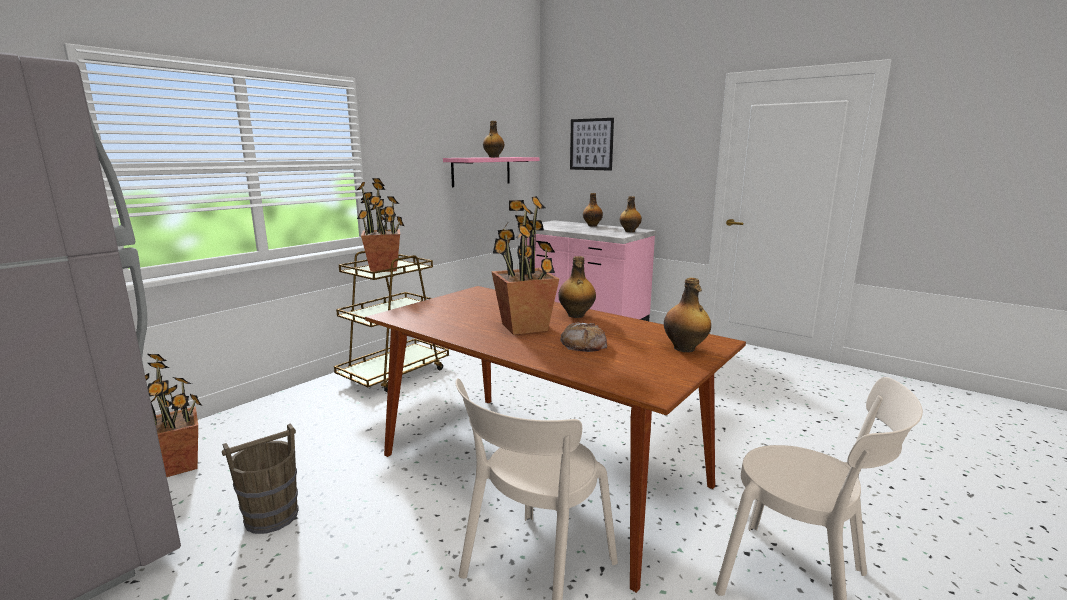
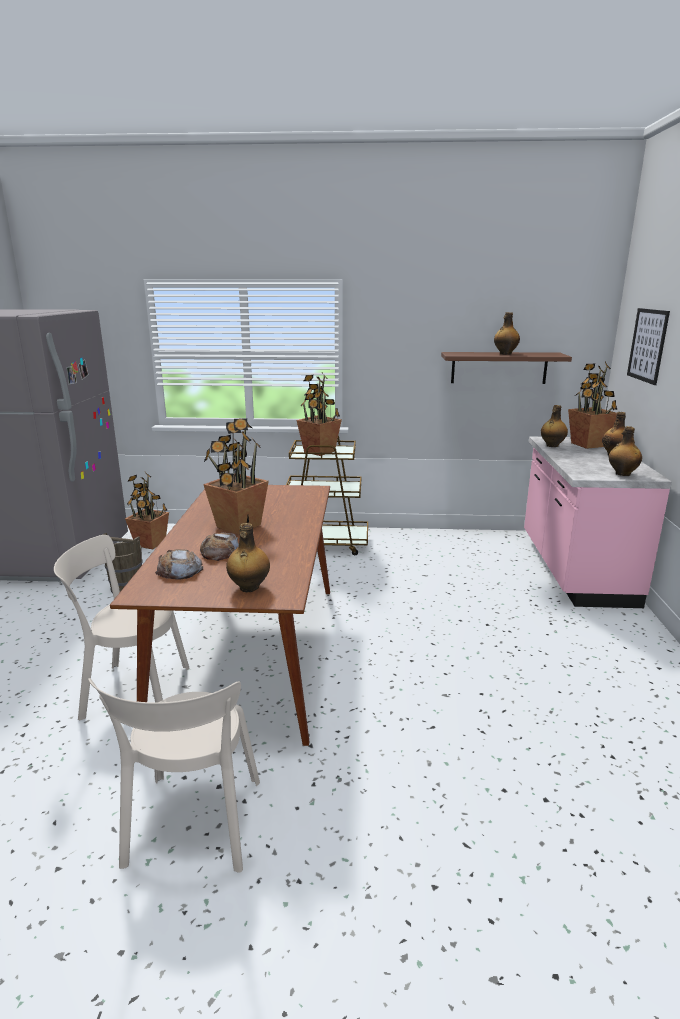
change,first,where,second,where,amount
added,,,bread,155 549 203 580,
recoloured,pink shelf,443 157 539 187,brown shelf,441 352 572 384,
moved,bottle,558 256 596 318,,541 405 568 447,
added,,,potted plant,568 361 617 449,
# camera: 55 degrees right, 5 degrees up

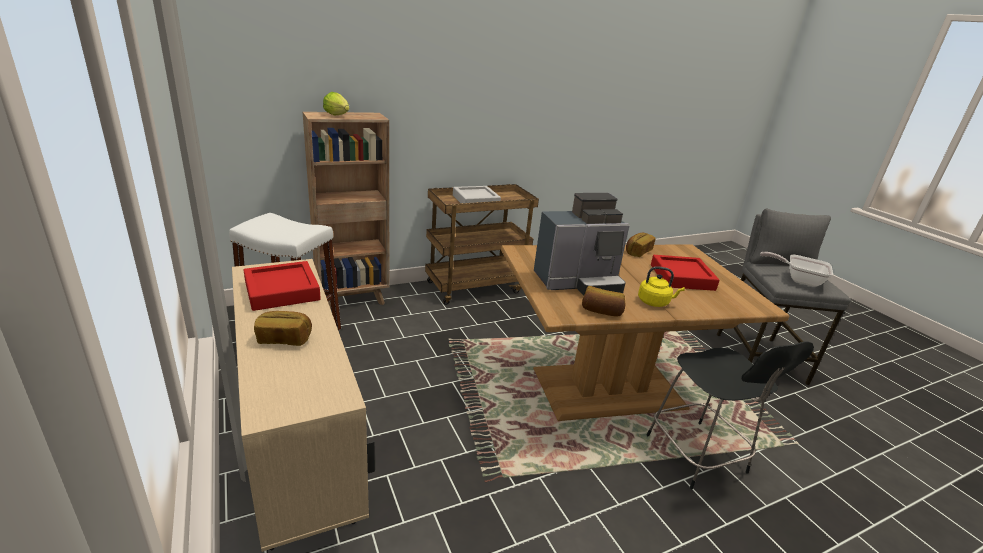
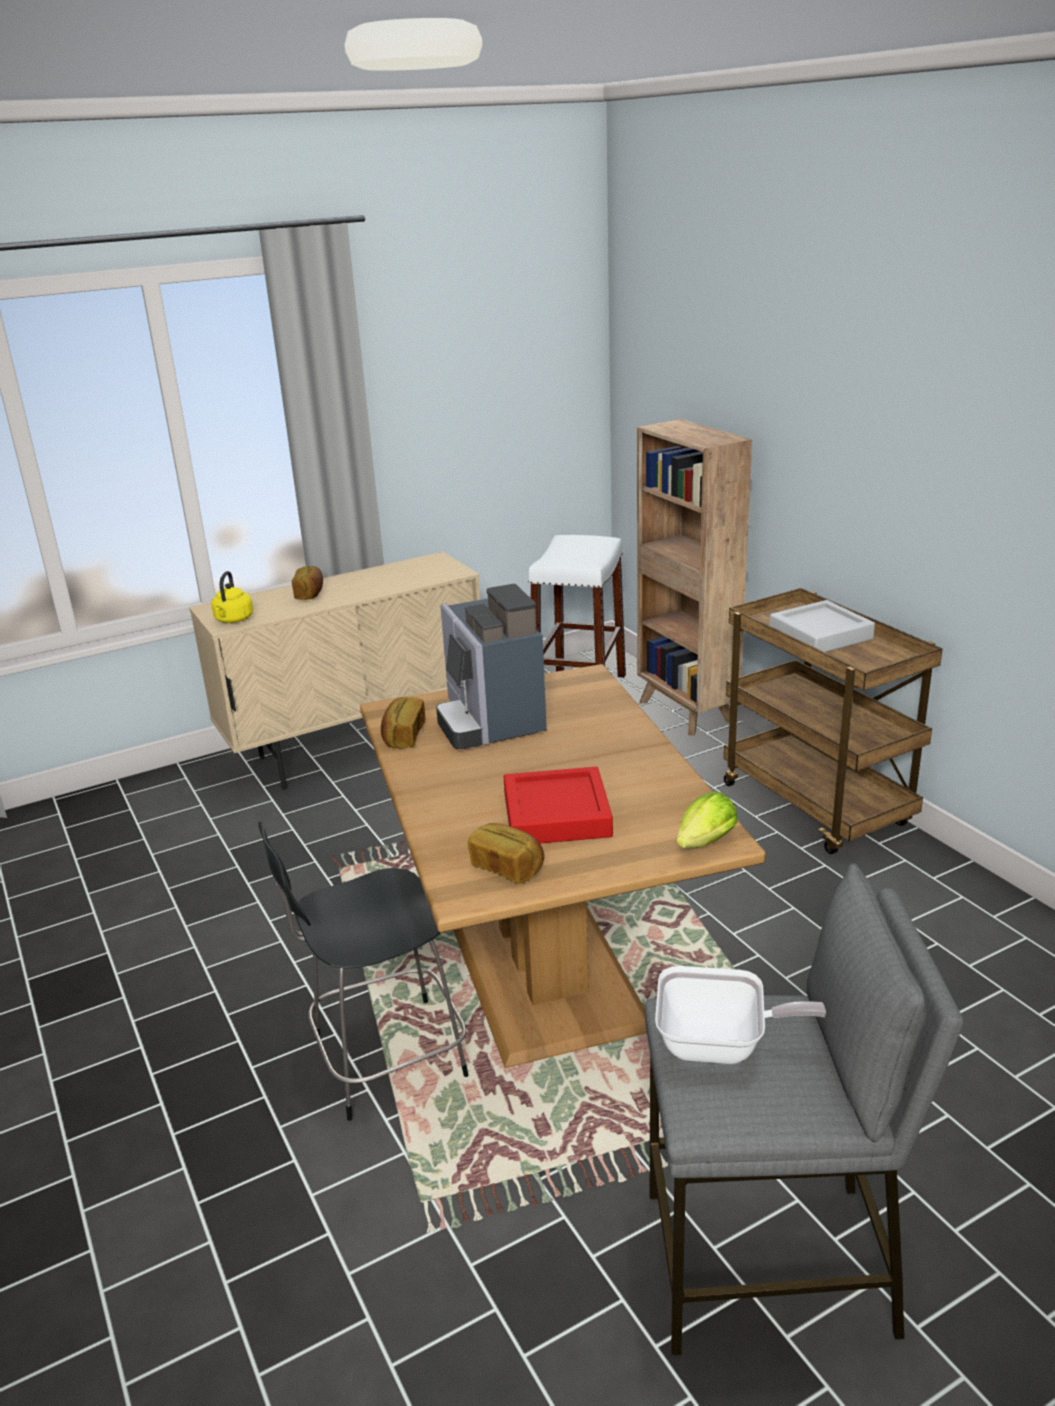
change,first,where,second,where,amount
moved,yellow kettle,638 266 685 307,,211 571 253 623,
moved,bread,626 232 656 257,,468 823 544 883,
turned,frying pan,760 252 833 287,,655 966 826 1064,75 degrees clockwise
moved,lettuce,323 92 349 115,,676 792 737 849,
removed,red tray,244 261 321 311,,,
# camera: 90 degrees right, 0 degrees up

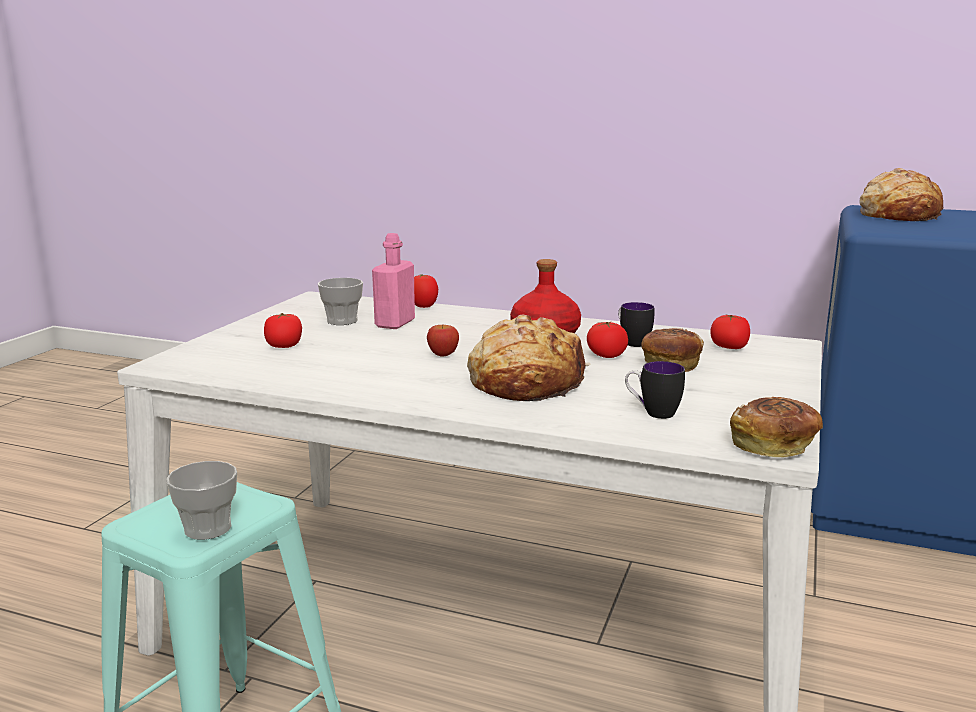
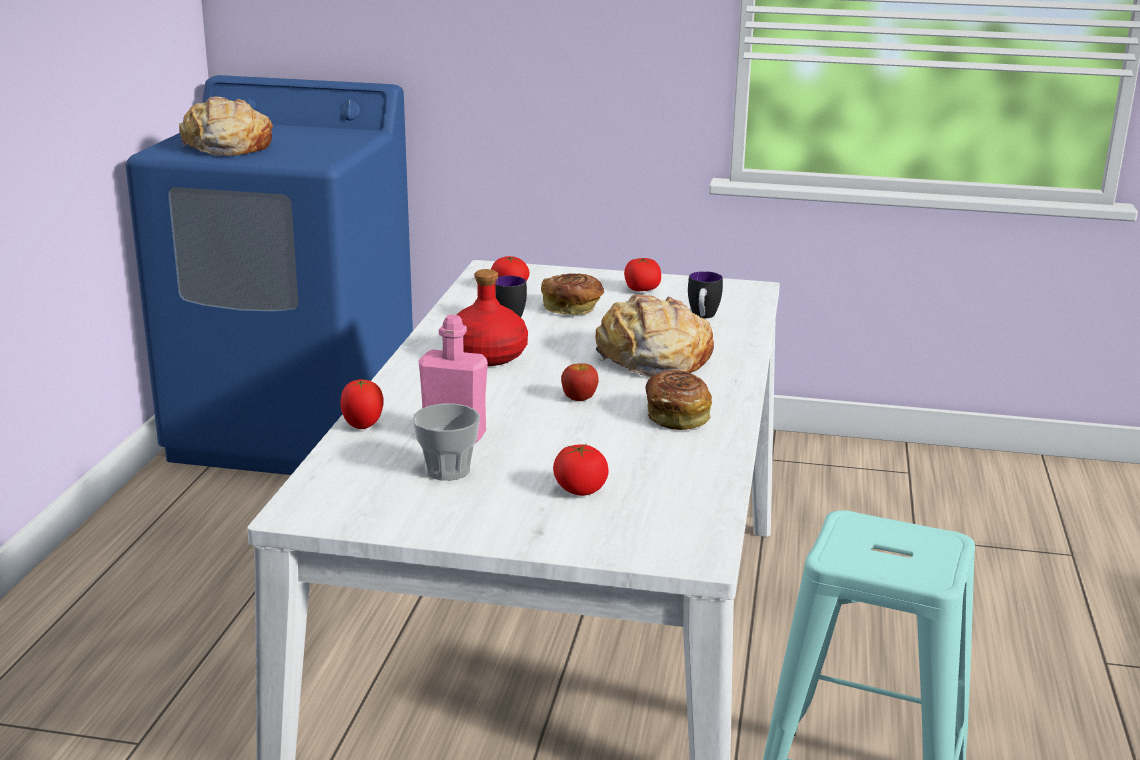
change,first,where,second,where,amount
moved,tomato,587 322 628 358,,624 258 661 291,
moved,bread,730 397 823 458,,645 370 712 430,
removed,cup,166 461 237 540,,,
# camera: 100 degrees left, 5 degrees up

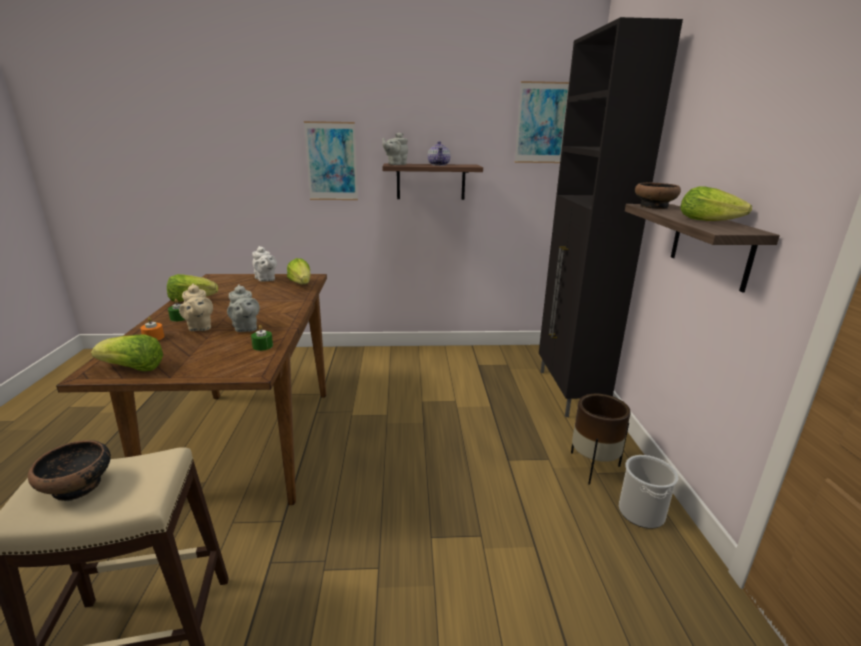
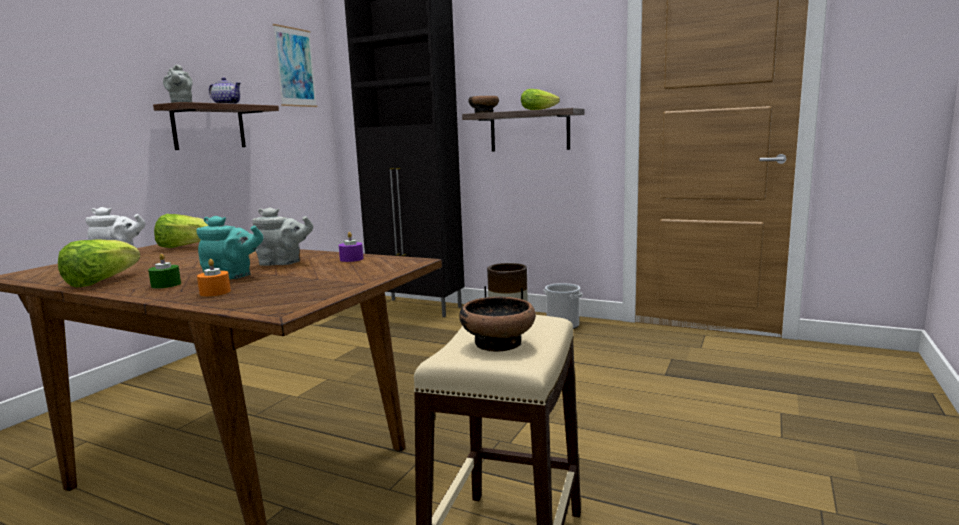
change,first,where,second,where,amount
recoloured,beige teapot,179 284 213 331,turquoise teapot,197 215 264 279,
recoloured,green candle,251 325 273 351,purple candle,339 232 364 262,
removed,lettuce,91 335 163 371,,,
removed,picture,304 121 358 200,,,
# camera: 60 degrees left, 10 degrees down

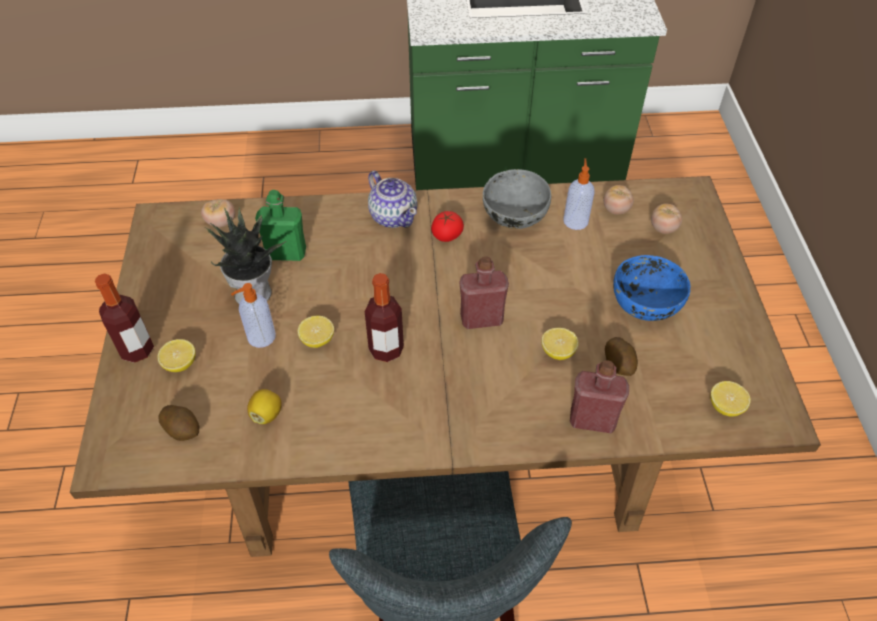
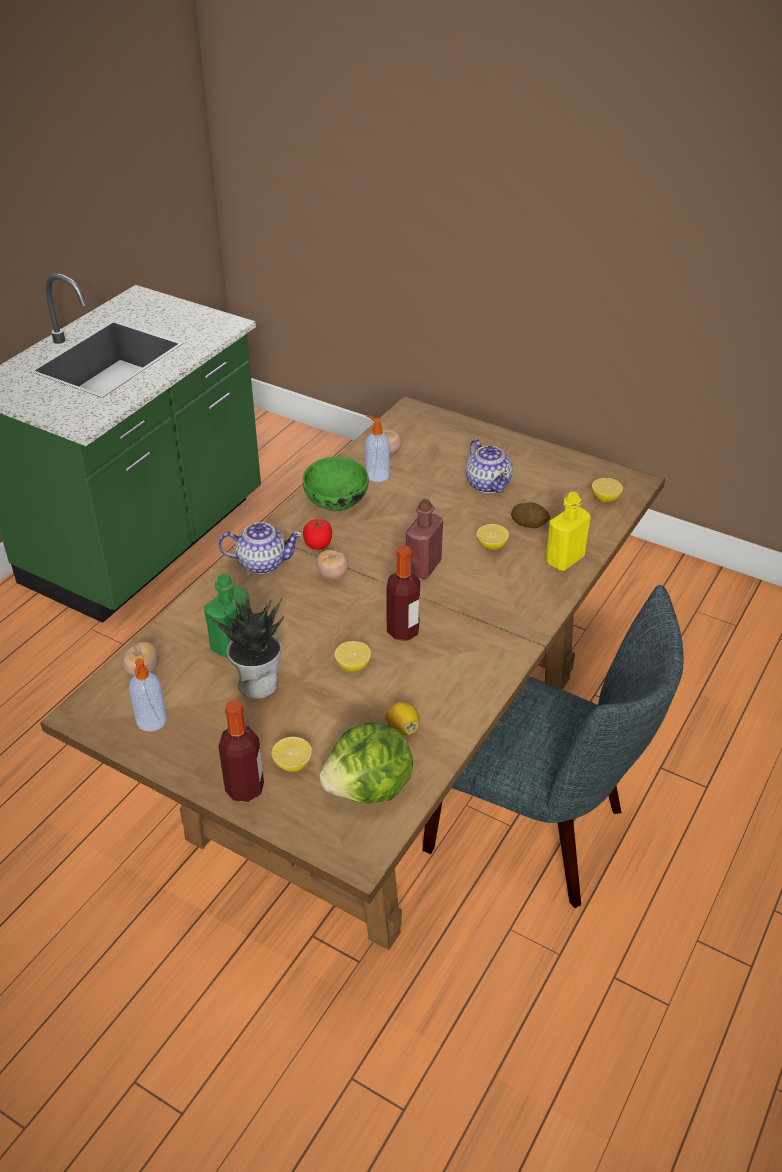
change,first,where,second,where,amount
moved,soap dispenser,231 283 276 348,,129 658 167 732,
recoloured,grey bowl,483 169 551 229,green bowl,303 457 369 511,
moved,tomato,651 203 682 234,,316 550 349 579,
replaced,potato,158 405 199 441,lettuce,319 722 413 803,
replaced,blue bowl,613 255 690 321,teapot,466 439 512 493,
recoloured,red bottle,570 360 629 433,yellow bottle,545 491 591 571,
# camera: 55 degrees left, 10 degrees down

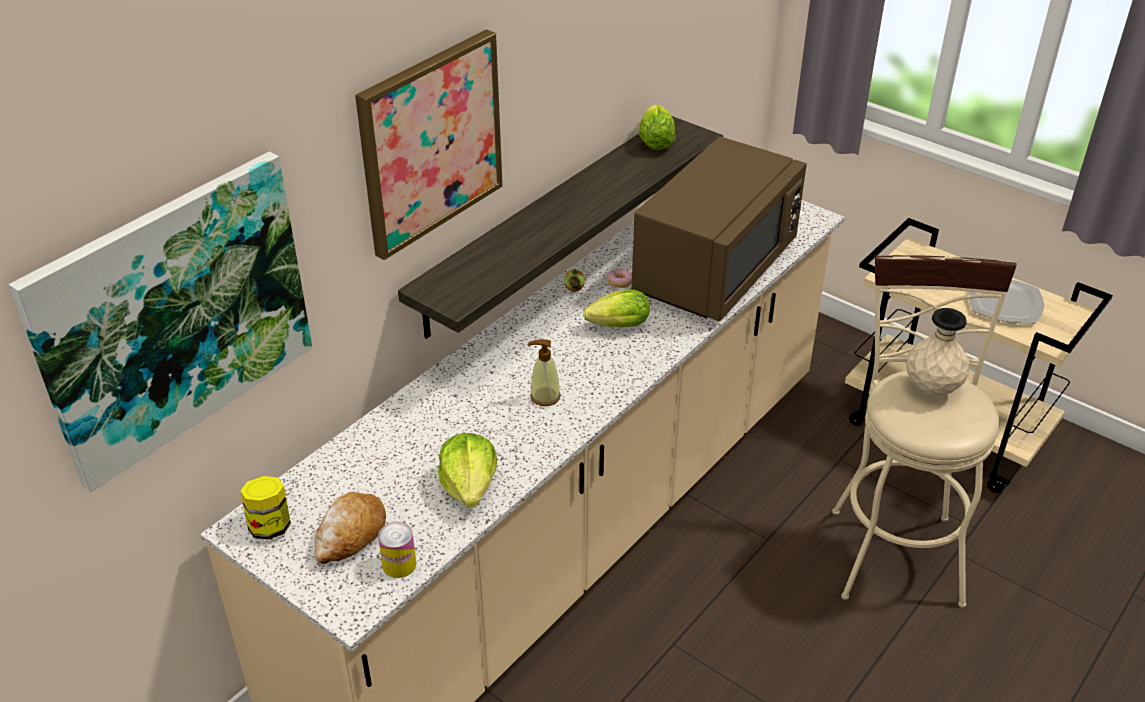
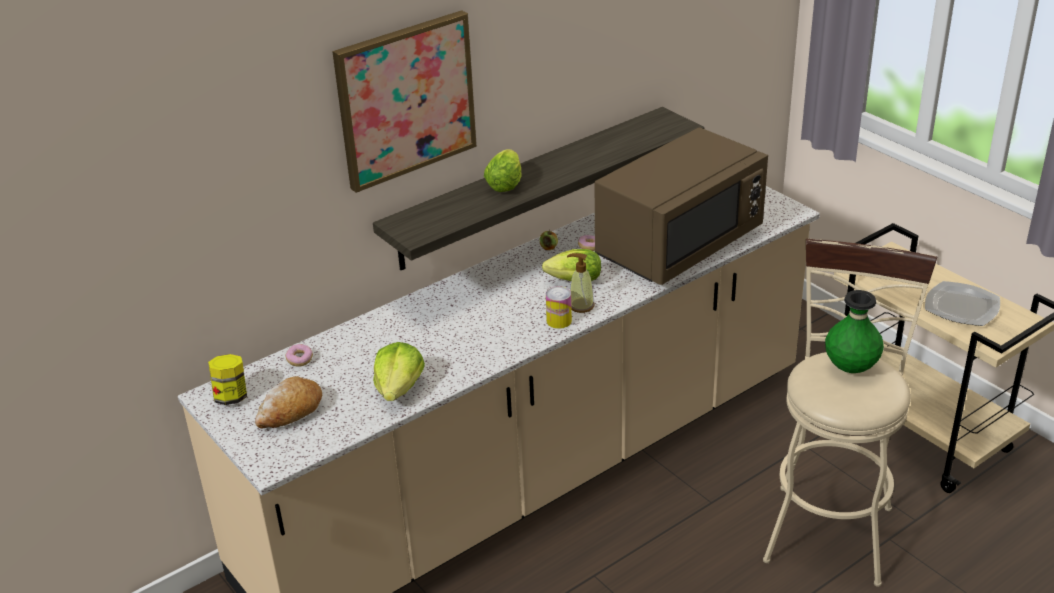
change,first,where,second,where,amount
added,,,donut,285 344 313 367,
moved,lettuce,638 104 675 150,,484 149 521 192,
moved,can,378 522 416 578,,546 286 572 329,
moved,soap dispenser,528 339 561 406,,567 253 594 313,
recoloured,beige vase,906 308 970 396,green vase,825 290 884 373,
removed,picture,9 152 313 492,,,
# camera: 15 degrees right, 5 degrees down

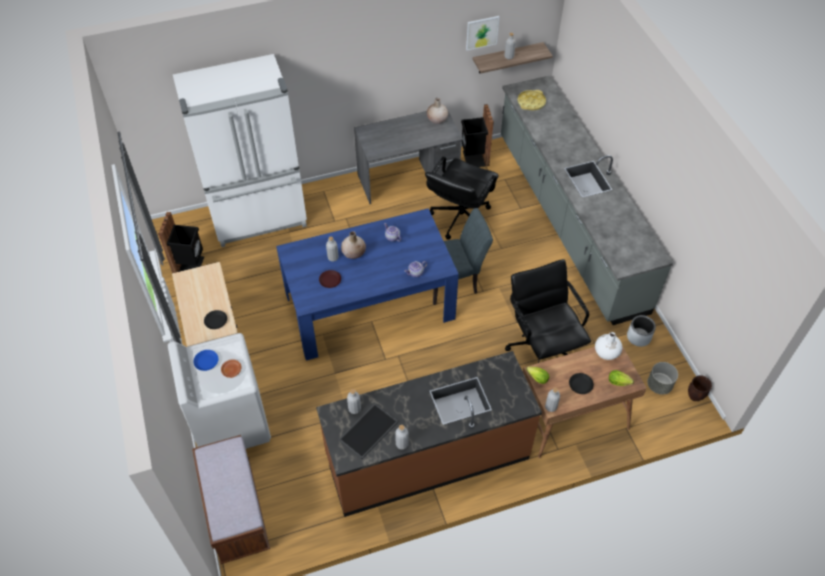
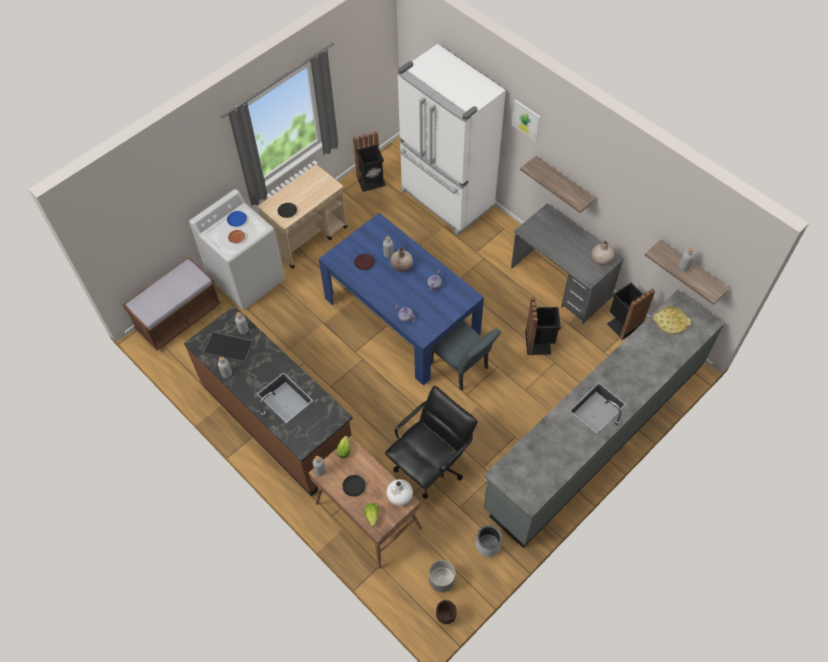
change,first,where,second,where,amount
moved,picture,466 16 499 51,,512 100 541 141,
added,,,shelf,520 156 596 213,
replaced,black office chair,425 157 499 240,black trash can,525 297 561 355,
# camera: 65 degrees right, 5 degrees up

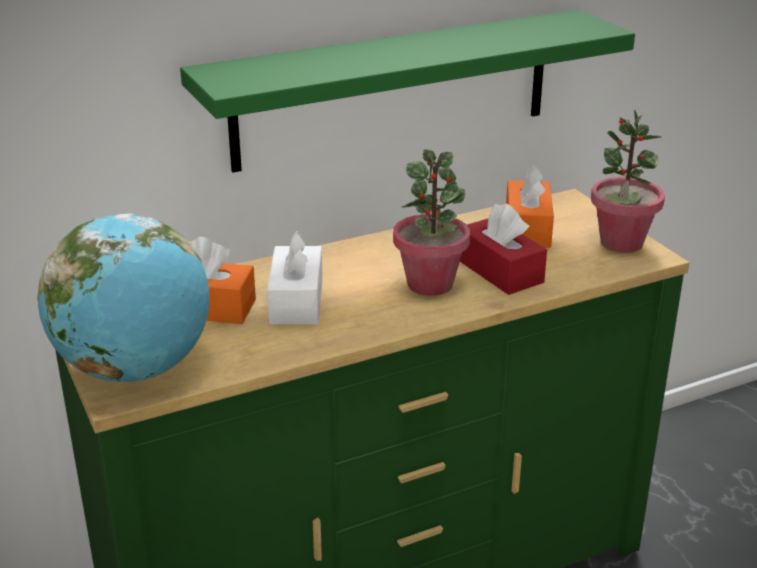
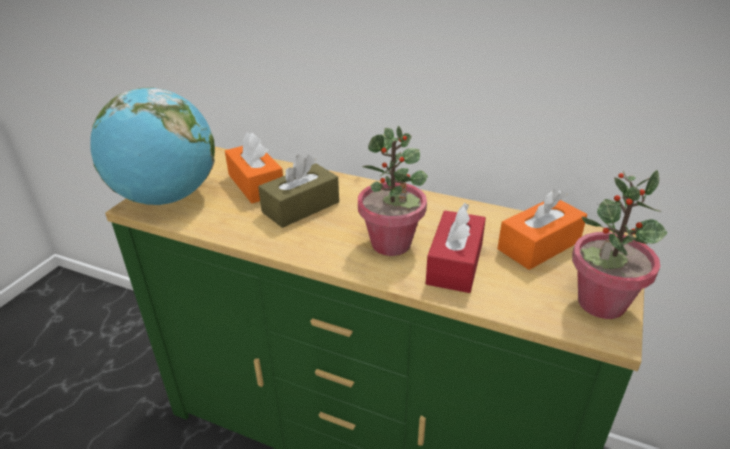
change,first,where,second,where,amount
recoloured,white tissue box,267 231 323 325,brown tissue box,258 155 339 228,
removed,green shelf,180 10 635 172,,,
# camera: 50 degrees right, 5 degrees up

